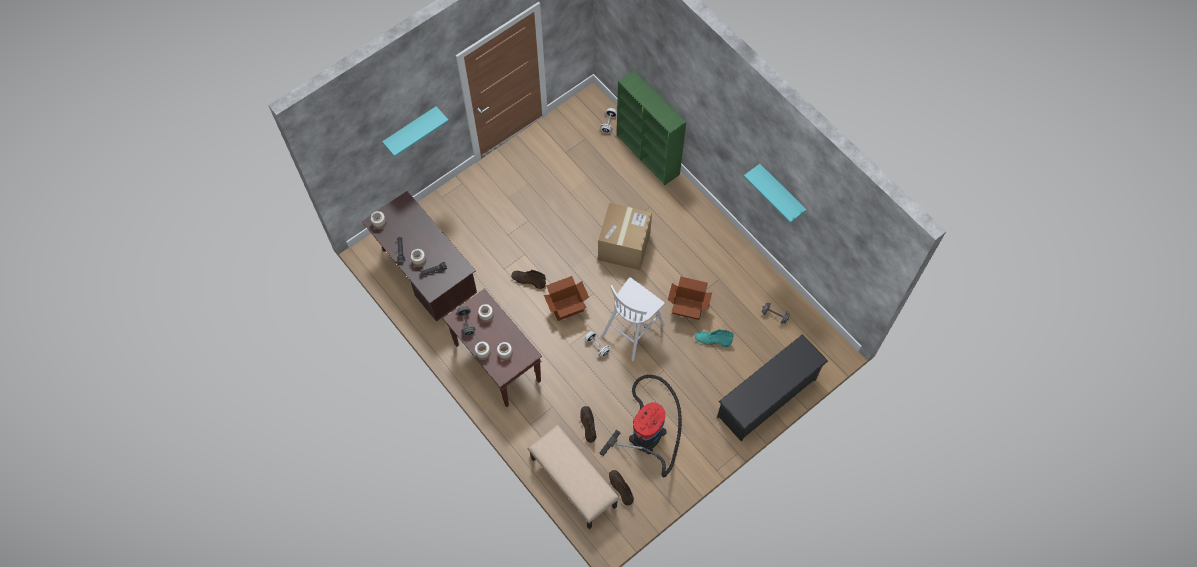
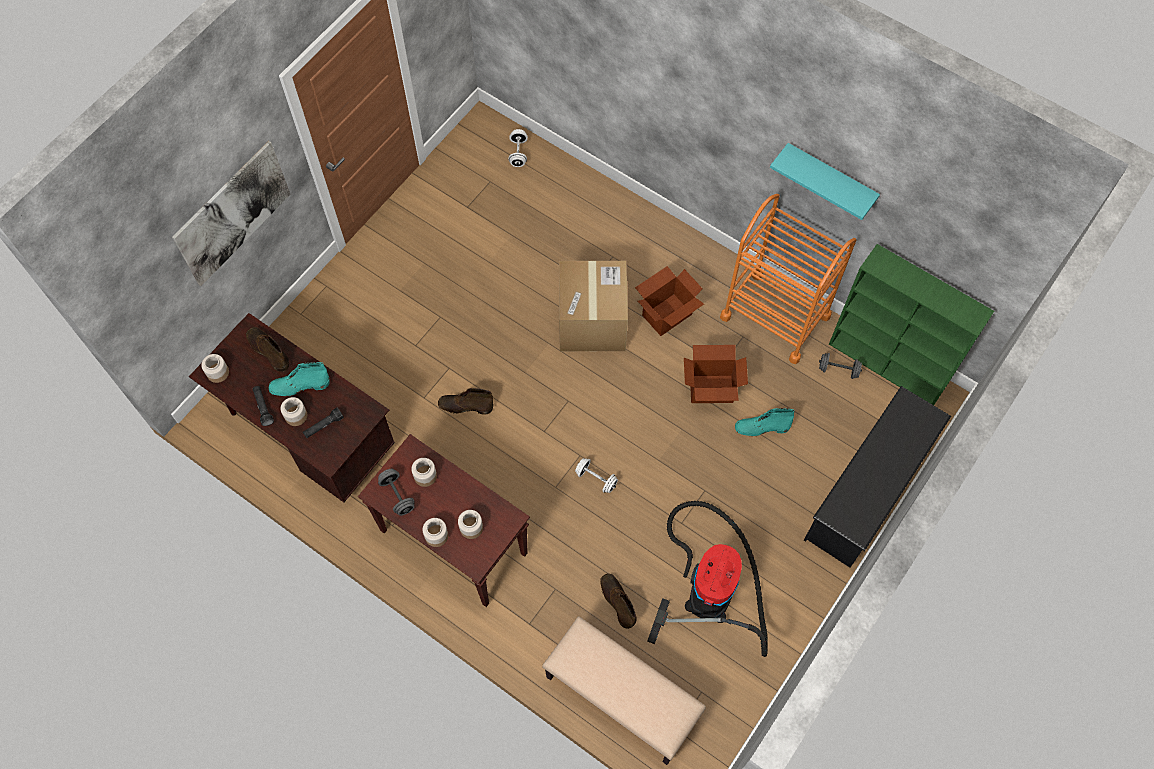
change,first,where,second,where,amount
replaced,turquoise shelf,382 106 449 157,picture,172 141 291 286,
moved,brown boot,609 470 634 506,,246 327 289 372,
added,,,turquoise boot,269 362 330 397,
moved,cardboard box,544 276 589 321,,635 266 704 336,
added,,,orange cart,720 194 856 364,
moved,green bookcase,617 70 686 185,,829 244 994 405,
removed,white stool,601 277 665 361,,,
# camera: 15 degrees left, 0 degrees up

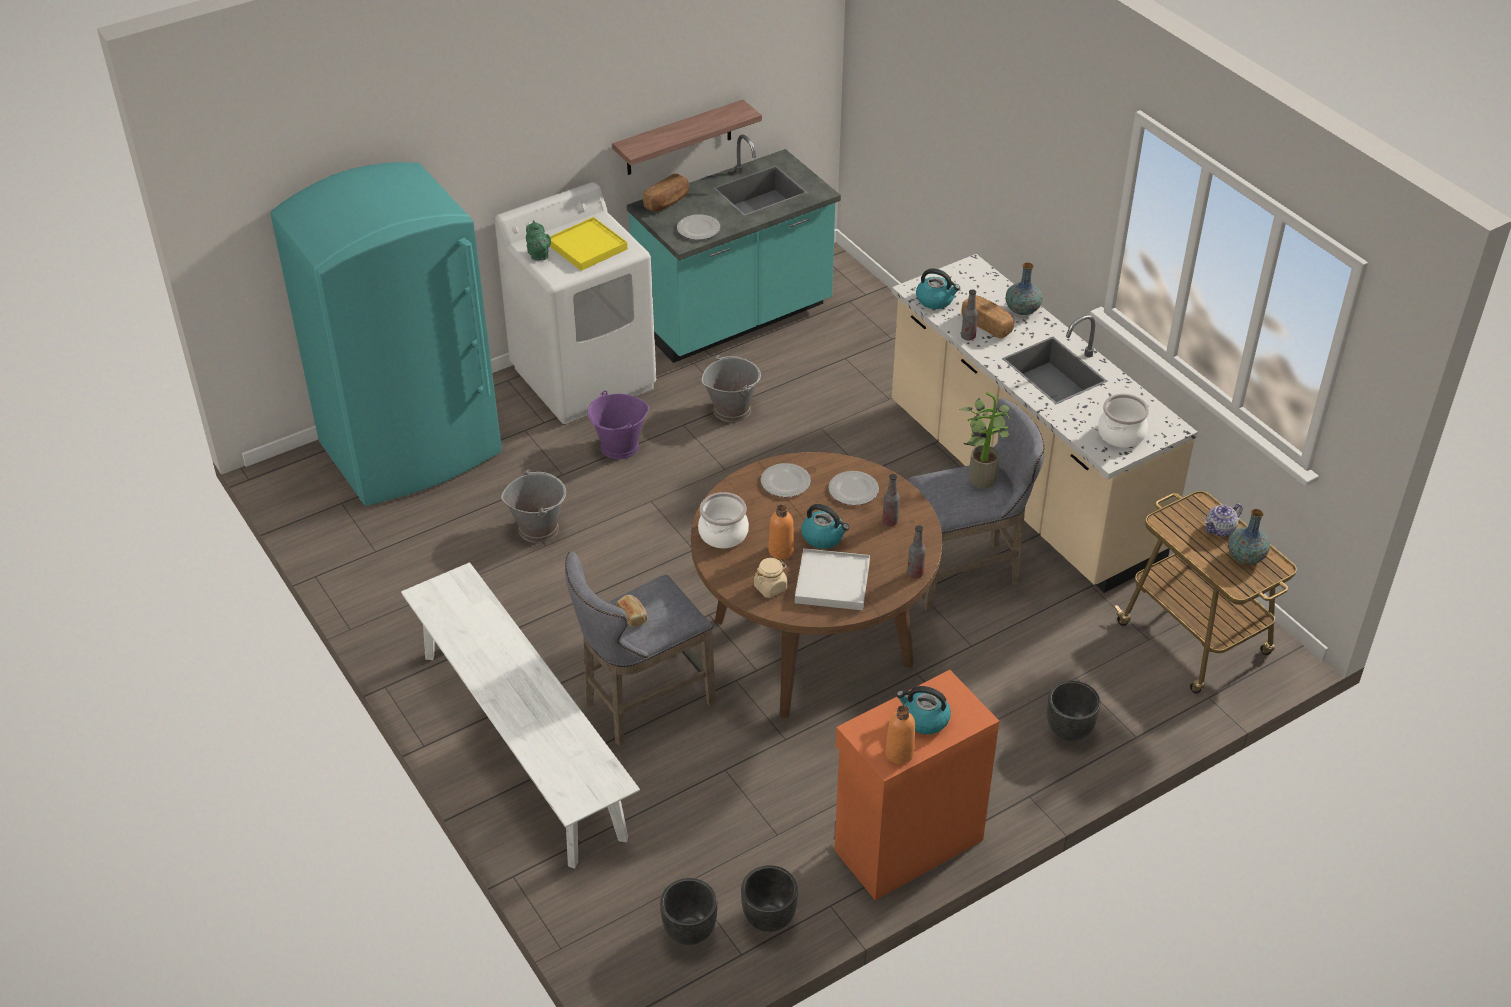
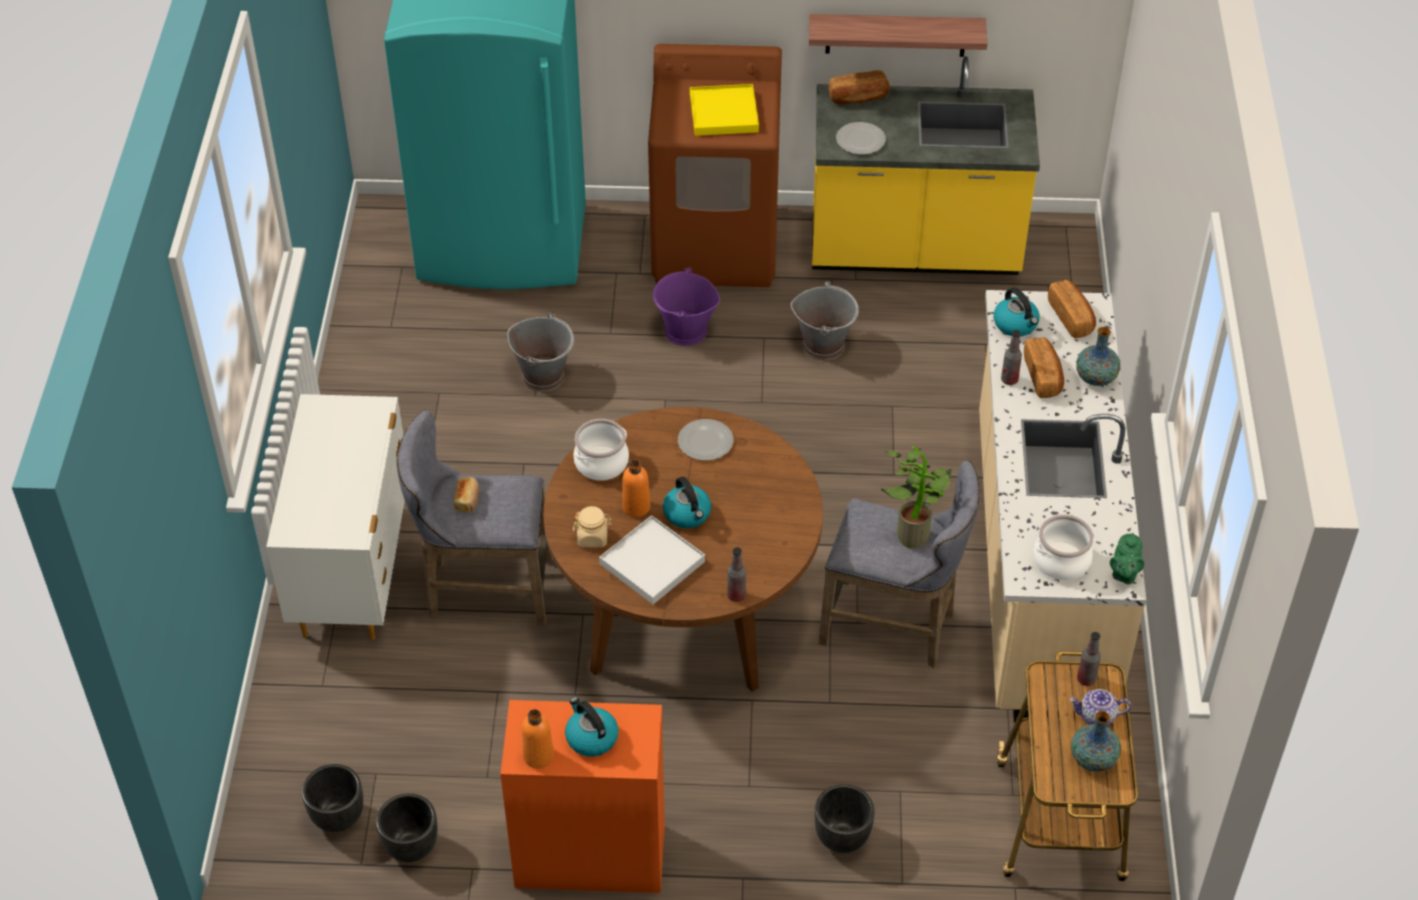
change,first,where,second,where,amount
replaced,white bench,401 562 640 869,white dresser,266 394 405 640,
recoloured,white washing machine,495 182 656 424,brown washing machine,648 44 782 287,
recoloured,turquoise counter,627 135 841 363,yellow counter,812 56 1040 275,
added,,,bread,1048 280 1096 338,
moved,bottle,882 474 900 526,,1077 632 1101 686,
moved,green teapot,526 220 551 261,,1110 533 1144 584,
removed,plate,828 471 879 505,,,
# camera: 35 degrees right, 5 degrees up

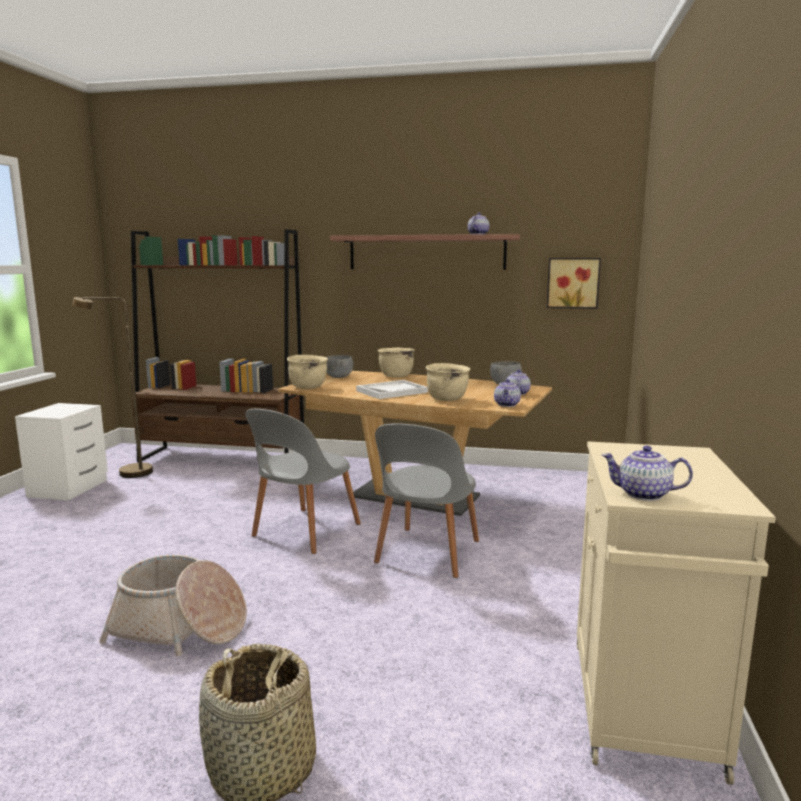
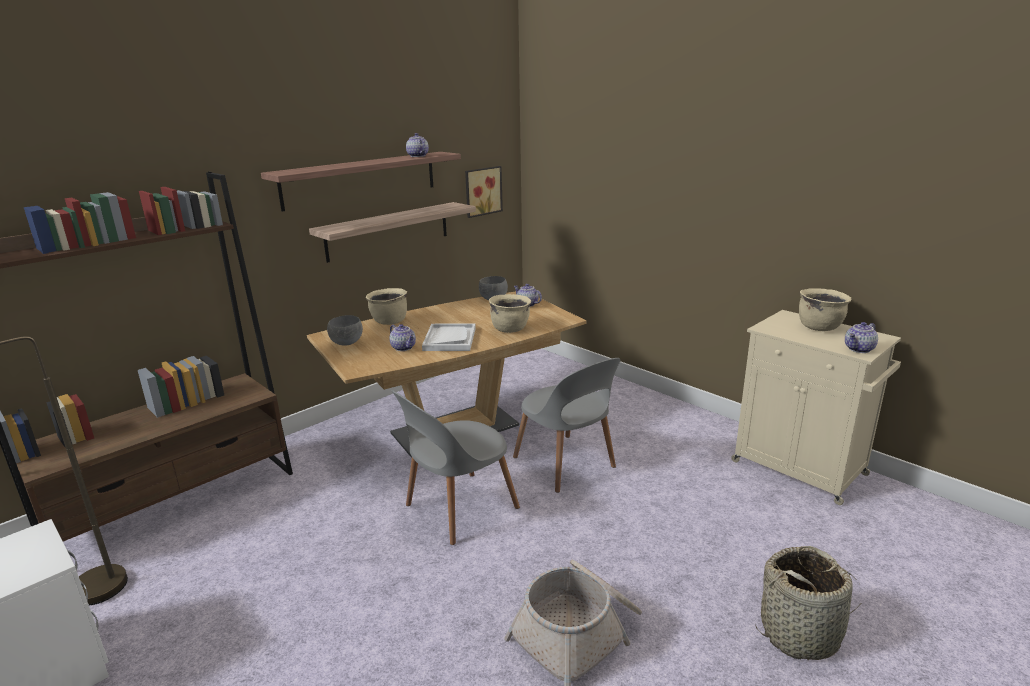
change,first,where,second,where,amount
added,,,shelf,309 202 476 263,
moved,teapot,494 379 521 407,,389 324 416 351,
turned,grey chair,245 409 361 554,,391 390 520 545,75 degrees clockwise
moved,beige cooking pot,287 355 328 389,,799 288 852 331,
# camera: 55 degrees left, 10 degrees up

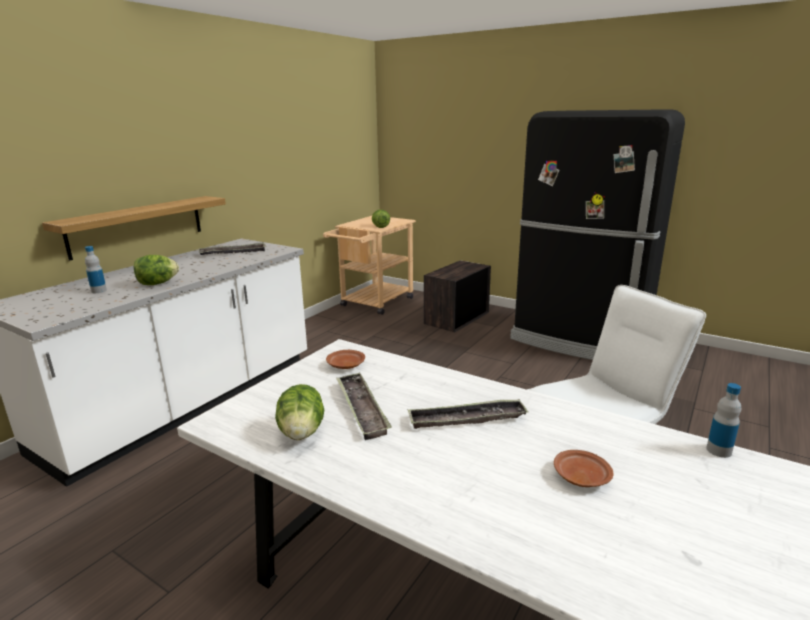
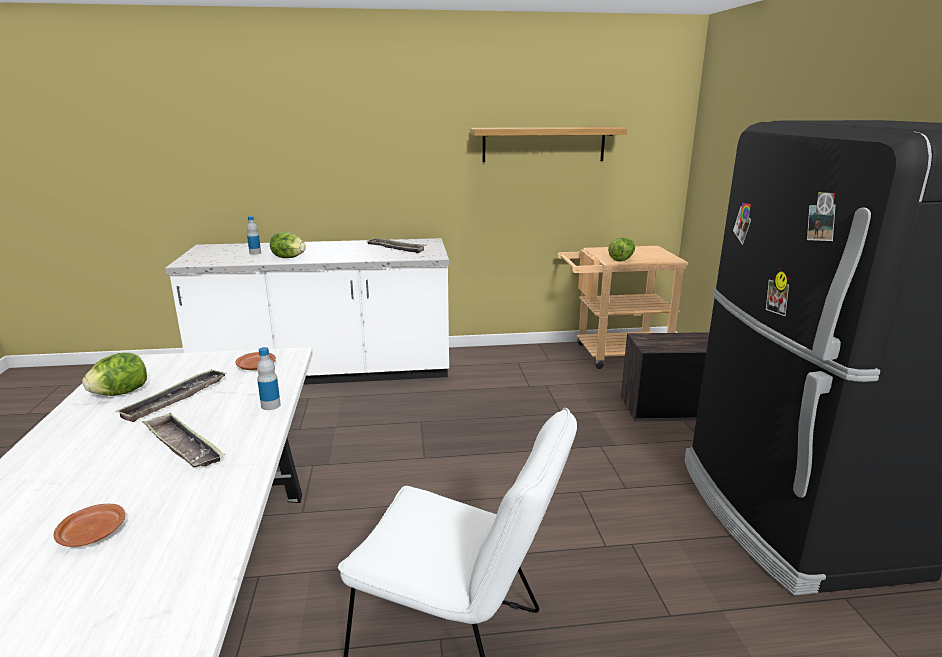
change,first,where,second,where,amount
moved,bottle,706 383 741 458,,257 347 281 410,
moved,shelf,42 196 226 261,,470 127 627 162,
# camera: 50 degrees right, 0 degrees up

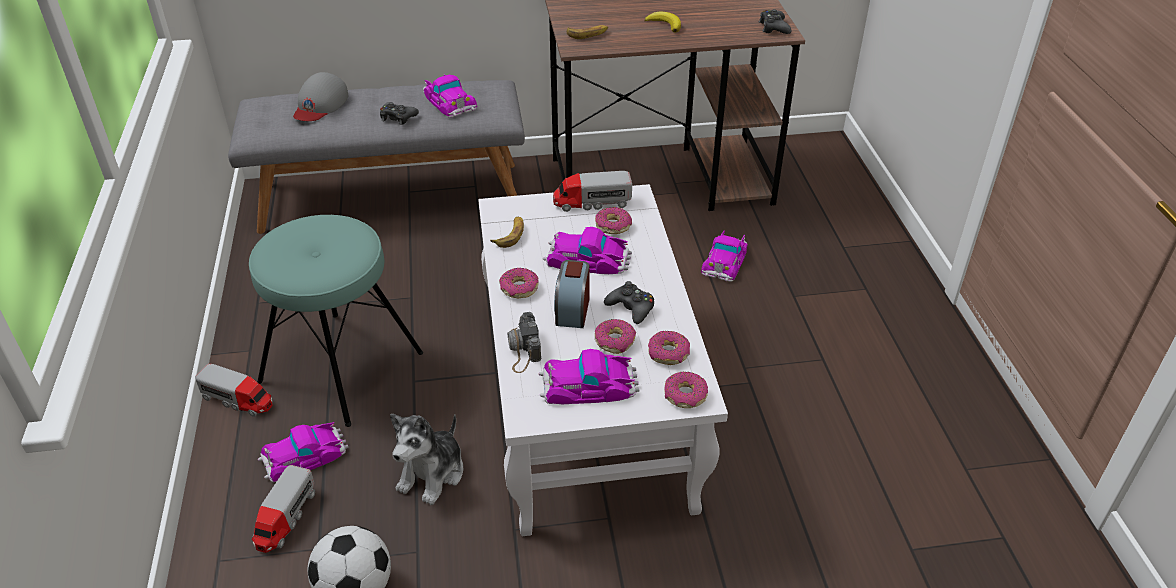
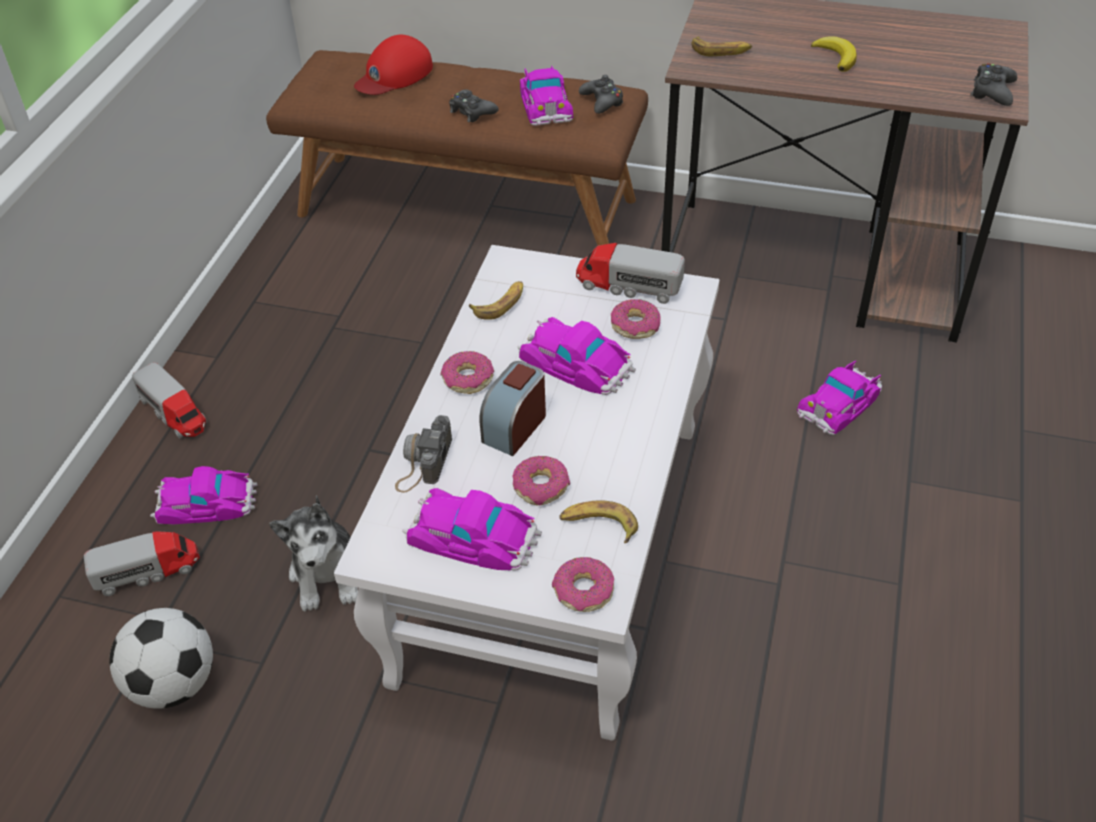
change,first,where,second,where,amount
turned,toy truck,252 465 315 553,,84 531 200 596,150 degrees counterclockwise
recoloured,grey bench,228 80 525 234,brown bench,266 50 648 246,
turned,plush toy,390 414 464 505,,269 495 358 611,60 degrees counterclockwise
recoloured,grey cap,293 72 348 121,red cap,354 35 433 95,
replaced,donut,648 331 690 365,banana,559 500 638 543,
moved,black game controller,604 281 654 324,,579 75 623 114,
removed,turquoise stool,249 215 423 427,,,
# camera: 25 degrees right, 5 degrees up

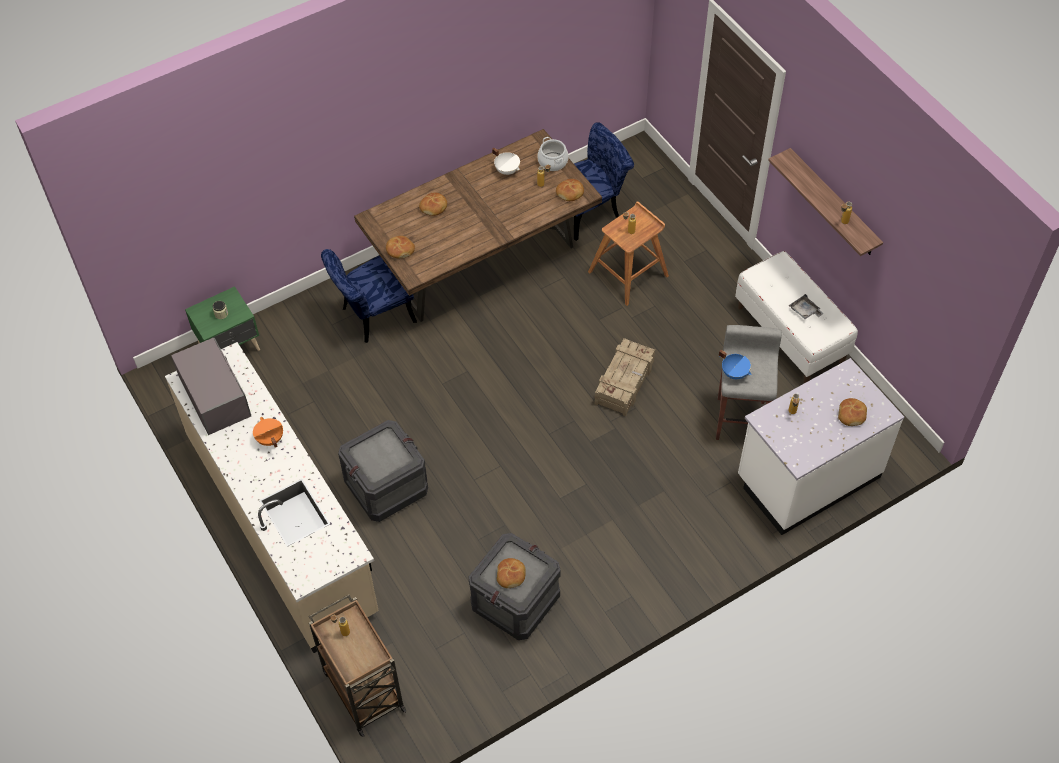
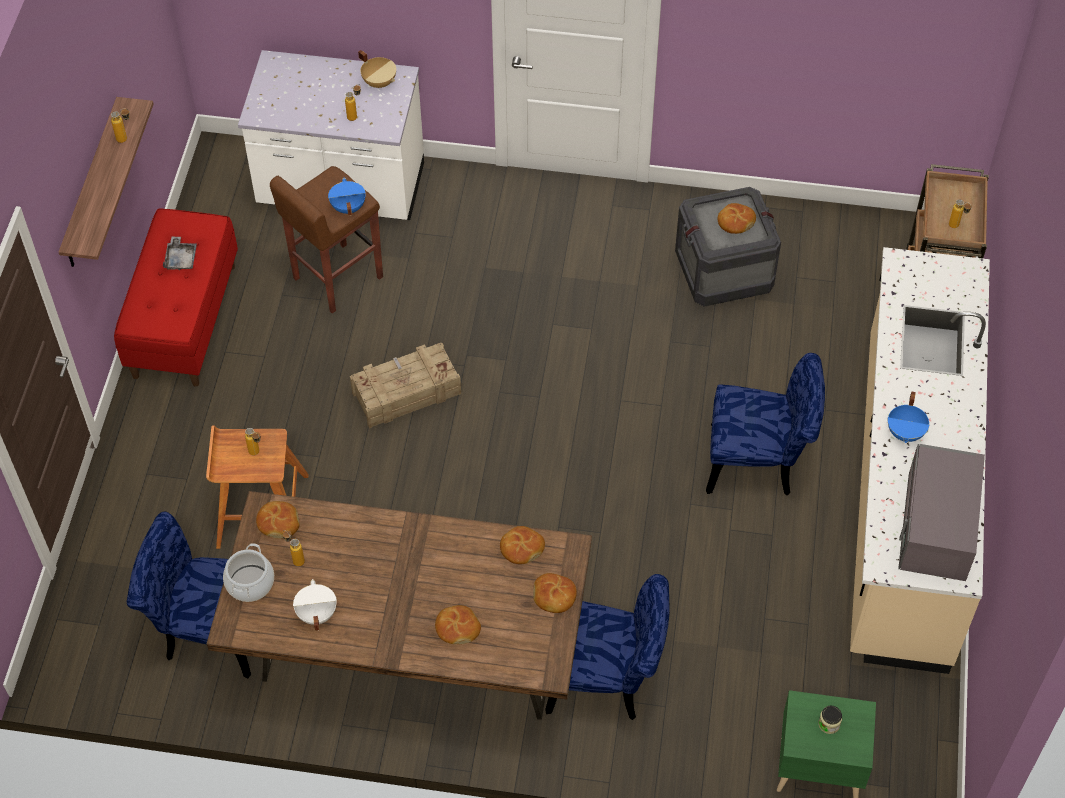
change,first,where,second,where,amount
recoloured,white bench,735 251 858 383,red bench,114 208 238 387,
recoloured,grey stool,716 325 782 440,brown stool,270 166 383 313,
added,,,beige cooking pot,358 50 396 88,
moved,bread,838 398 867 426,,500 526 545 564,
replaced,crate,338 420 428 522,blue chair,706 353 825 495,
recoloured,orange cooking pot,253 417 283 448,blue cooking pot,888 391 929 443,
# camera: 140 degrees left, 0 degrees up

